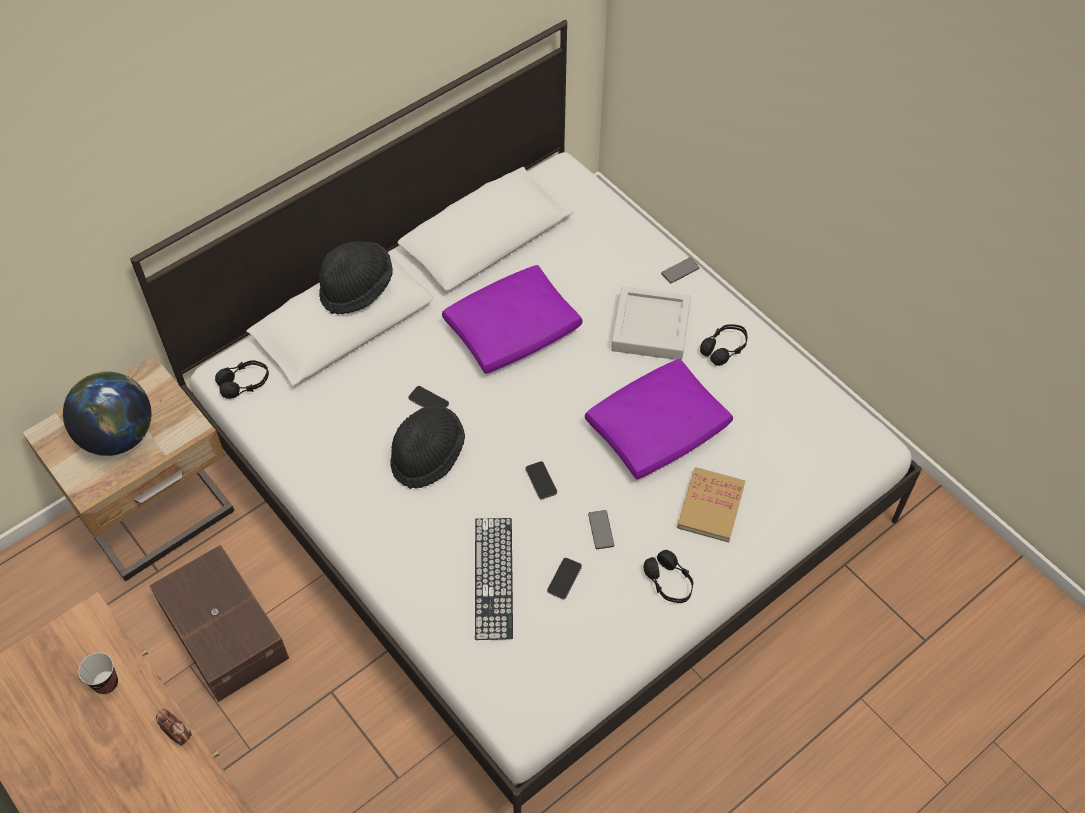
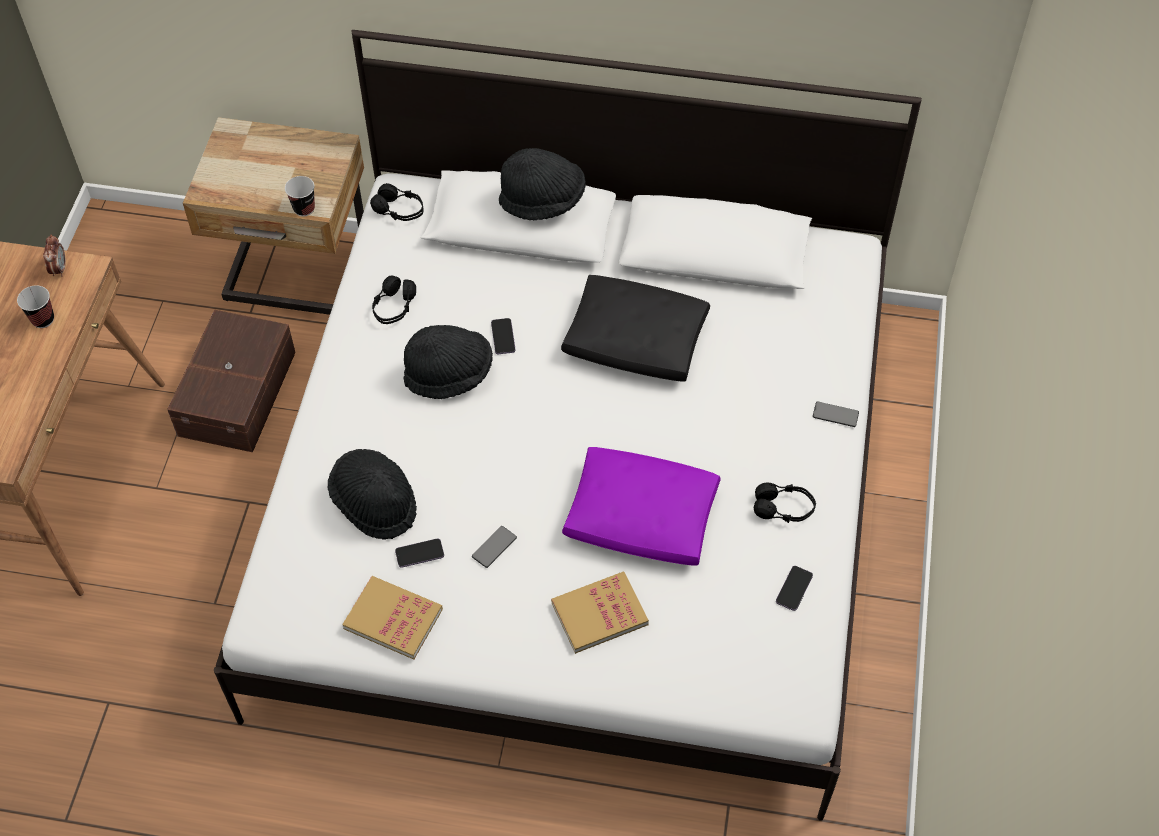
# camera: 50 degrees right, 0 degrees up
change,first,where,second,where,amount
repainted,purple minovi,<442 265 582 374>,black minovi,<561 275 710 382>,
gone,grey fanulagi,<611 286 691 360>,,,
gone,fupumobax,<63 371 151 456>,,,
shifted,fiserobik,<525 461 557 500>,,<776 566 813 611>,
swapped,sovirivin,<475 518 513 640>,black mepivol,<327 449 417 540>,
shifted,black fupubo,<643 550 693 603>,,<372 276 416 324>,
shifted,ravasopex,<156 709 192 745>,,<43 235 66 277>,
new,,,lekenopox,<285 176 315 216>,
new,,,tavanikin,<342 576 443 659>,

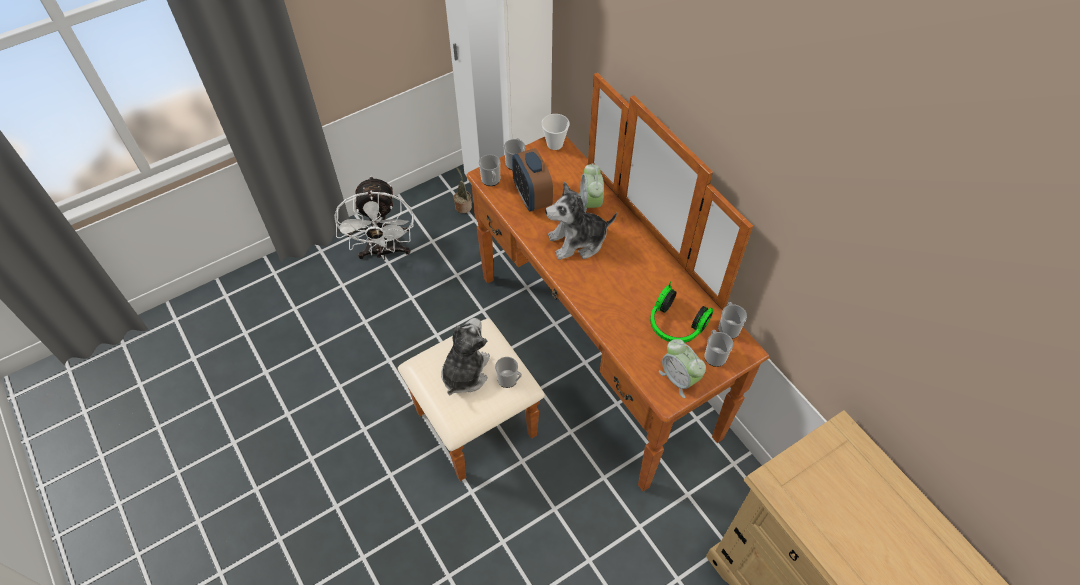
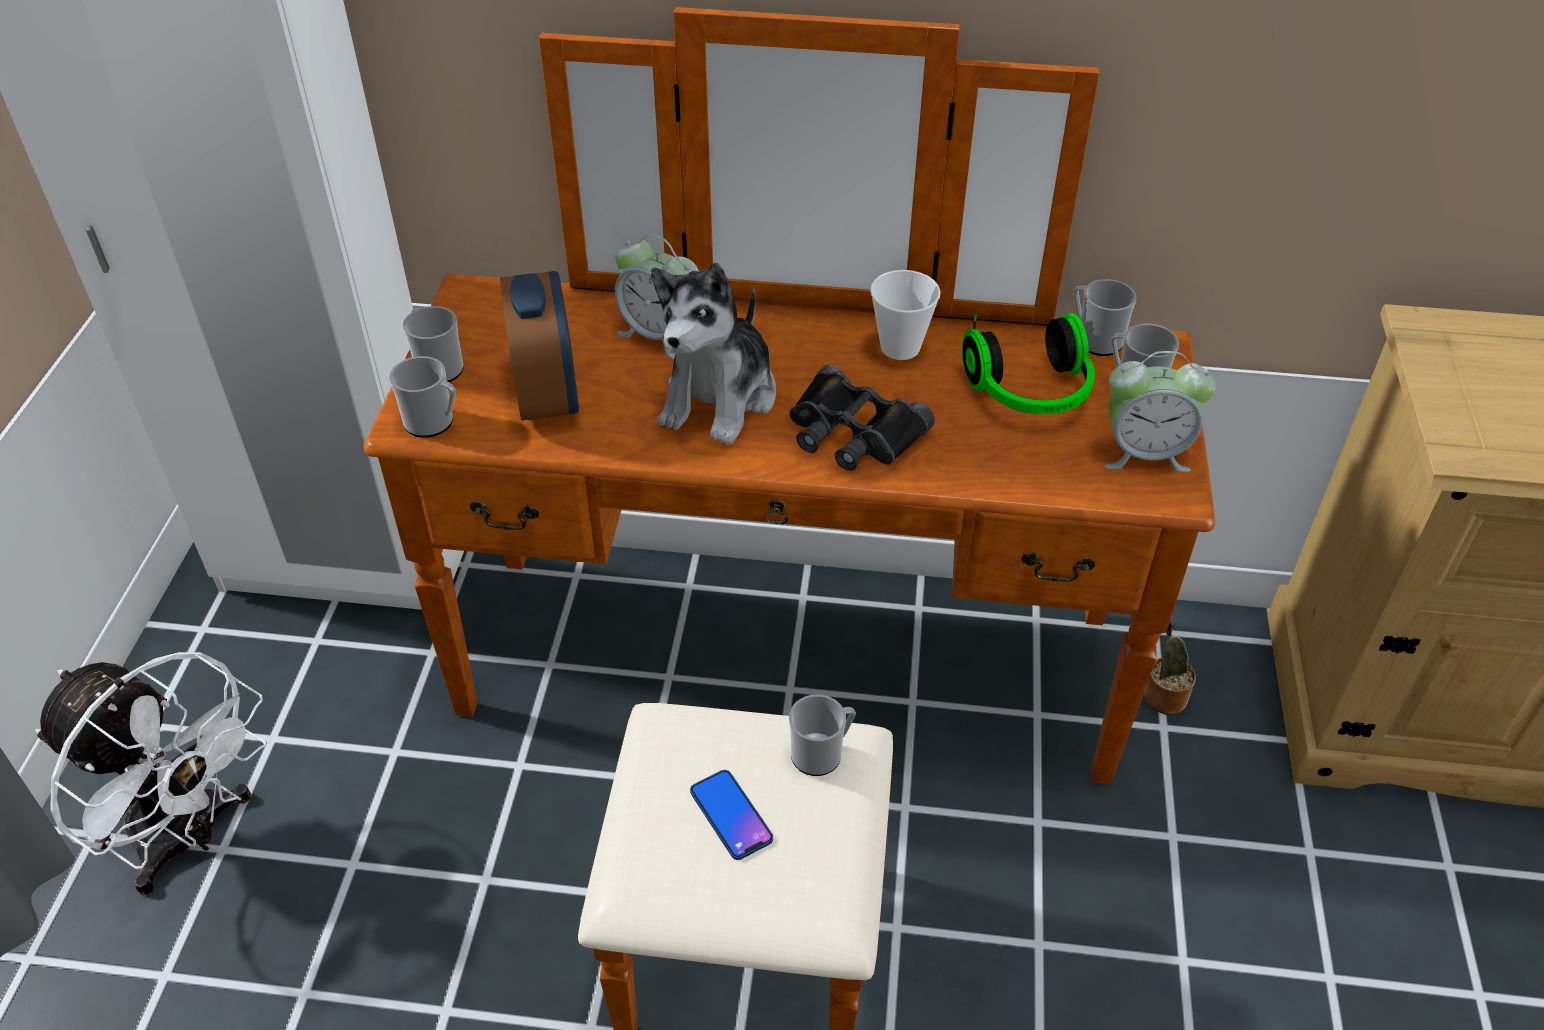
# camera: 50 degrees left, 10 degrees down
change,first,where,second,where,amount
shifted,lekenopox,<541 114 570 150>,,<870 270 940 360>,
rotated,ravasopex,<512 148 553 211>,,<500 271 579 421>,120 degrees counterclockwise
shifted,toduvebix,<454 167 472 213>,,<1144 620 1196 715>,
swapped,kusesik,<441 318 490 395>,fiserobik,<690 770 773 860>,
new,,,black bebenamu,<789 365 935 471>,

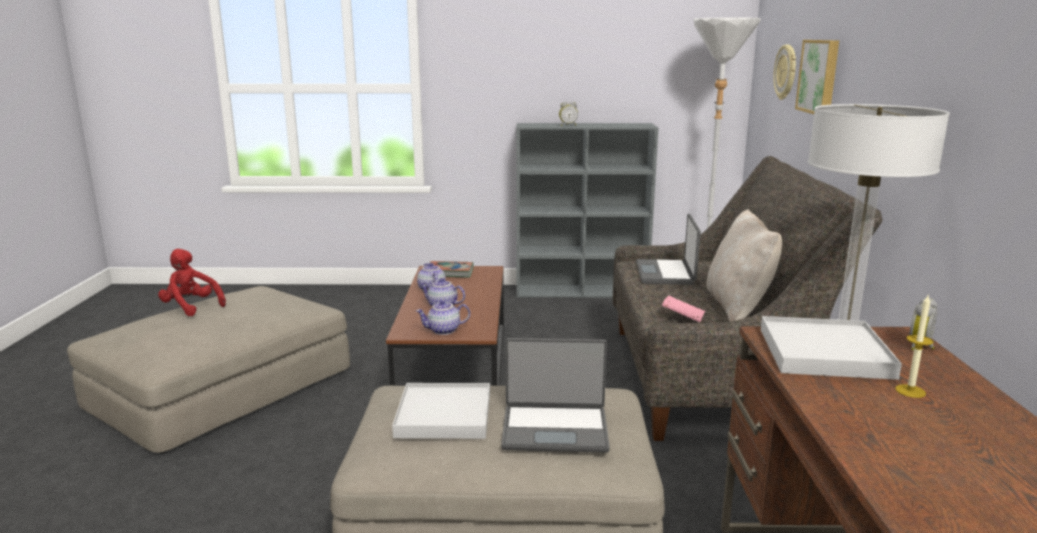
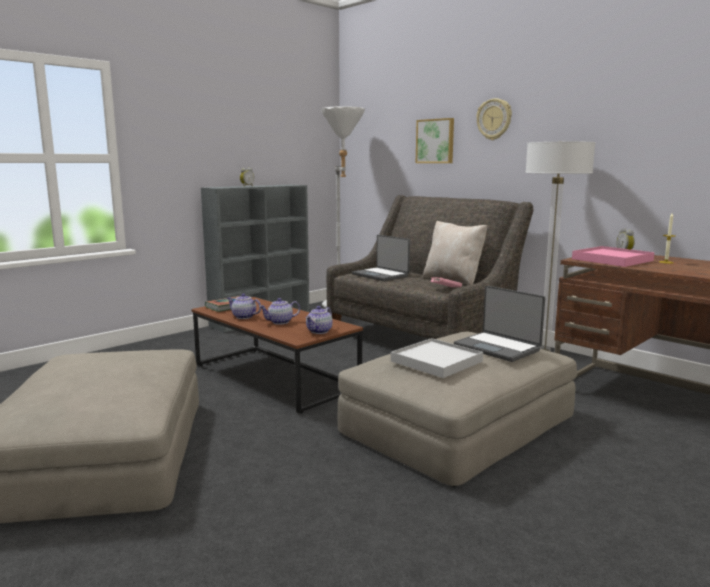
# camera: 45 degrees left, 5 degrees down
change,first,where,second,where,amount
shifted,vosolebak,<773 45 796 100>,,<476 98 512 140>,
gone,red kusesik,<158 249 226 316>,,,
repainted,white fanulagi,<761 316 902 380>,pink fanulagi,<572 246 655 267>,
rotated,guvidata,<501 338 610 452>,,<454 286 545 362>,90 degrees clockwise

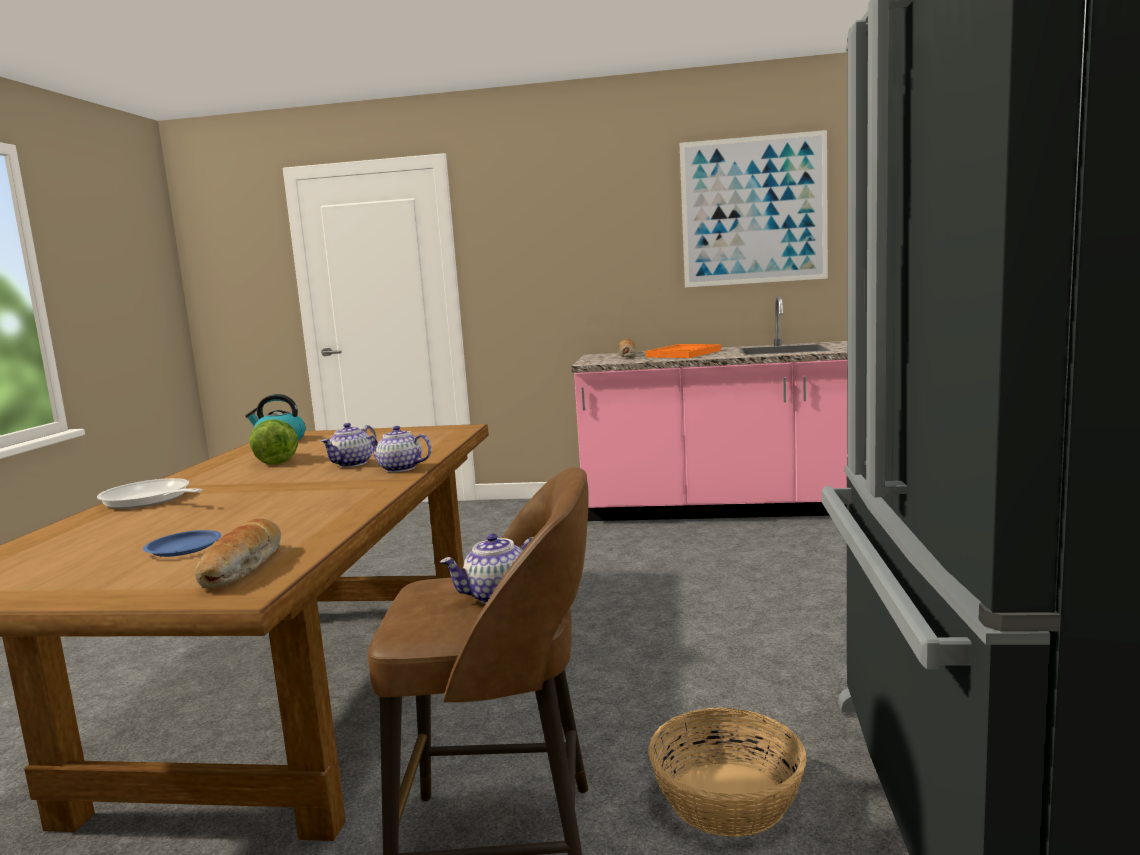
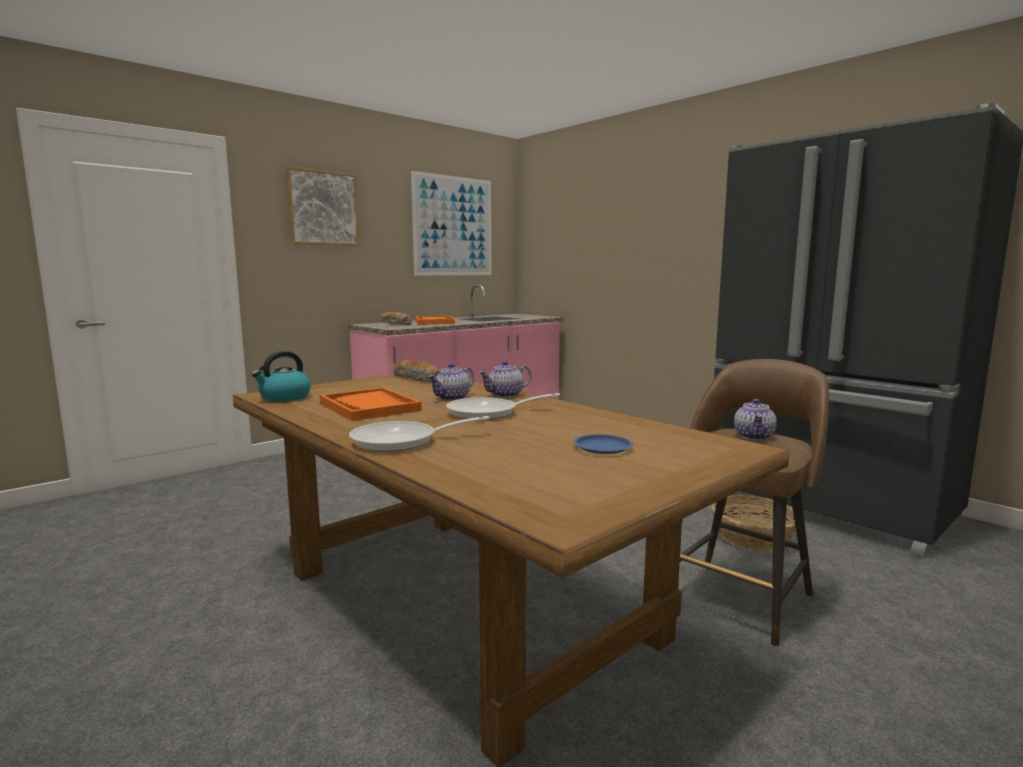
# camera: 50 degrees left, 0 degrees up
change,first,where,second,where,amount
swapped,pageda,<250 419 298 465>,orange fanulagi,<320 387 422 421>,
rotated,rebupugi,<320 423 377 467>,,<428 363 474 401>,60 degrees clockwise
shifted,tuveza,<195 519 281 588>,,<393 359 440 382>,
new,,,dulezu,<285 166 360 246>,
new,,,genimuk,<446 393 560 420>,

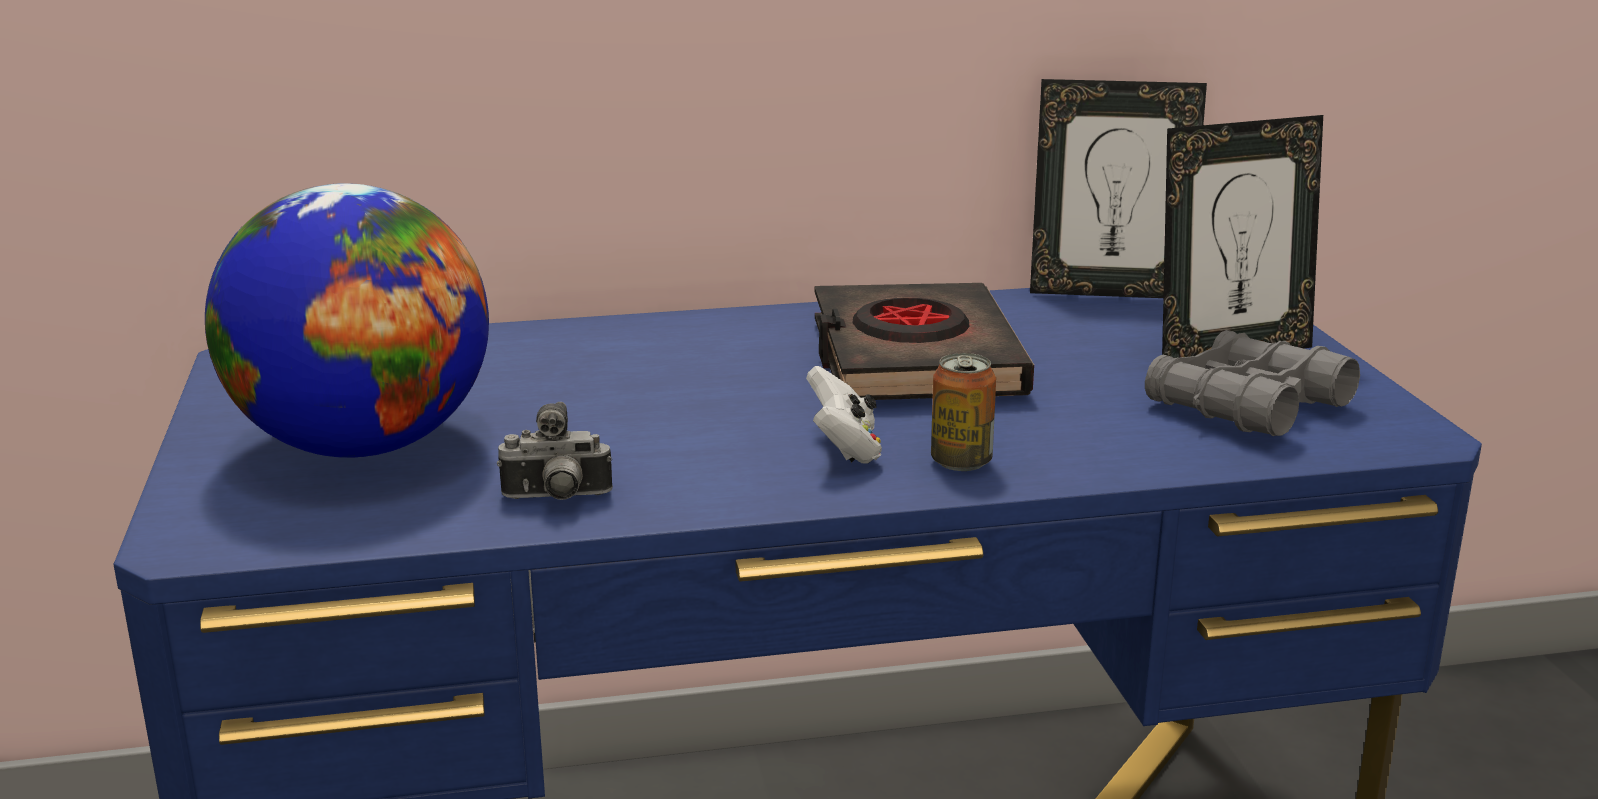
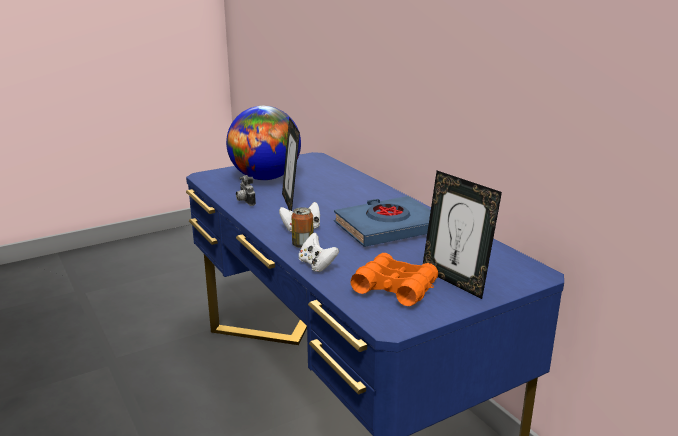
# camera: 70 degrees right, 0 degrees up
change,first,where,second,where,amount
shifted,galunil,<1030 79 1207 298>,,<282 117 300 211>,
repainted,black tavanikin,<815 283 1034 400>,blue tavanikin,<334 196 431 247>,
repainted,grey bebenamu,<1145 330 1360 436>,orange bebenamu,<351 253 438 306>,
new,,,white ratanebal,<299 233 339 272>,

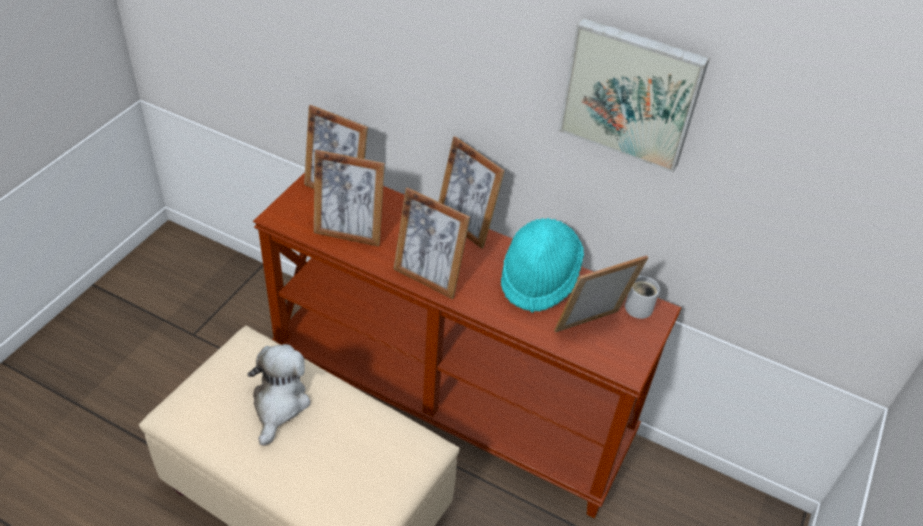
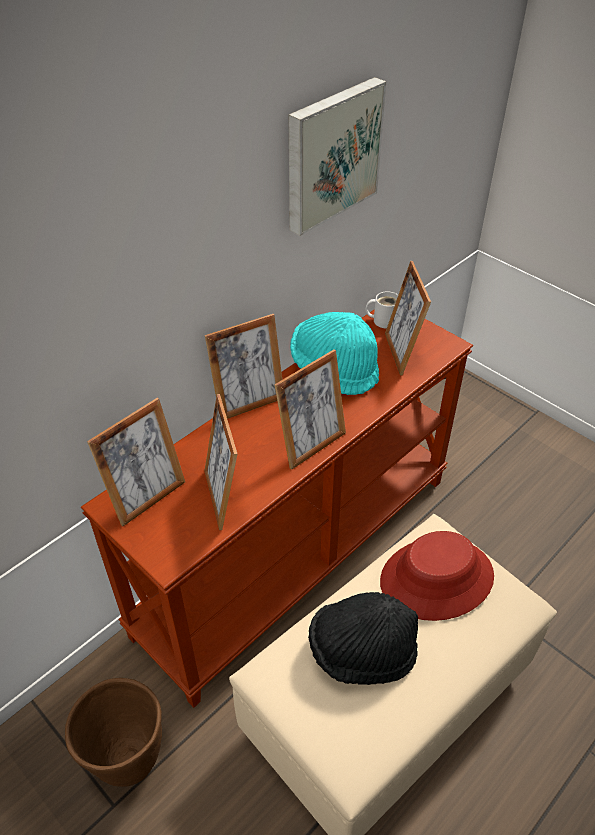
# camera: 70 degrees left, 0 degrees up
change,first,where,second,where,amount
rotated,galunil,<314 150 385 247>,,<204 394 237 530>,135 degrees clockwise
swapped,kusesik,<247 344 310 446>,black mepivol,<308 592 418 685>,
new,,,red mepivol,<380 531 494 621>,
new,,,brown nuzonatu,<65 678 162 787>,

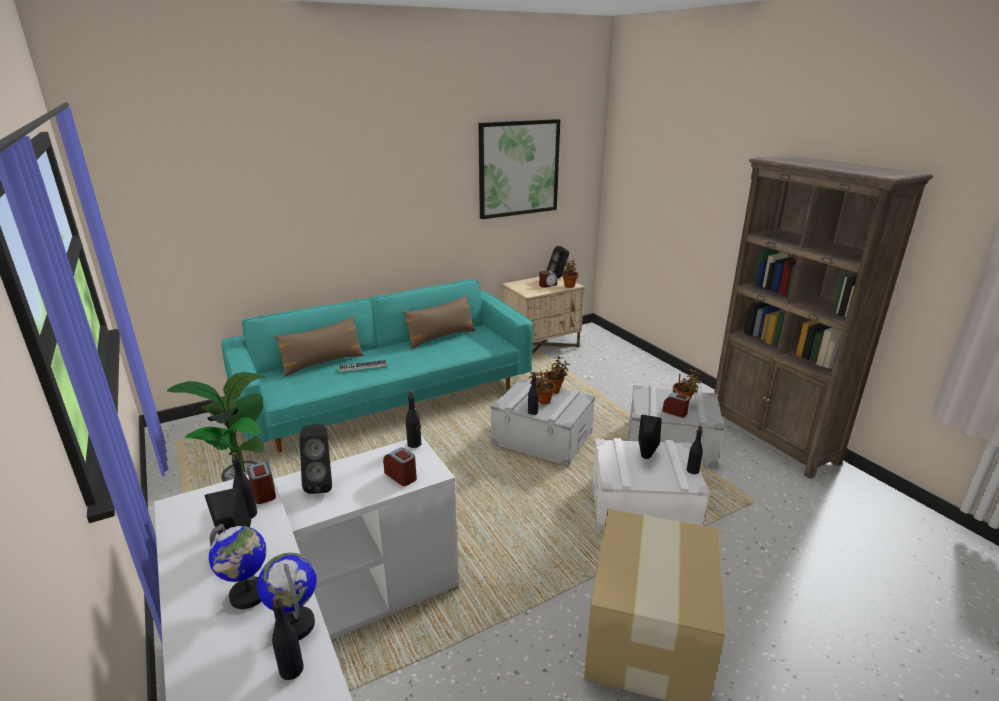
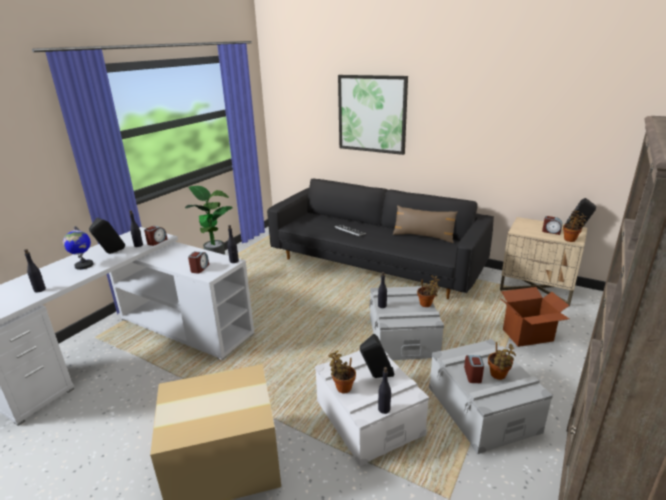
# camera: 60 degrees right, 0 degrees up
change,first,where,second,where,amount
shifted,dulezu,<479 119 560 219>,,<338 75 408 155>,
repainted,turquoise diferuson,<221 279 533 452>,black diferuson,<267 179 494 299>,
gone,brown minovi,<275 316 364 377>,,,
shifted,toduvebix,<529 369 555 404>,,<328 350 356 393>,
gone,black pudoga,<299 424 332 494>,,,
gone,fupumobax,<257 553 317 640>,,,
new,,,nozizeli,<500 287 569 347>,

